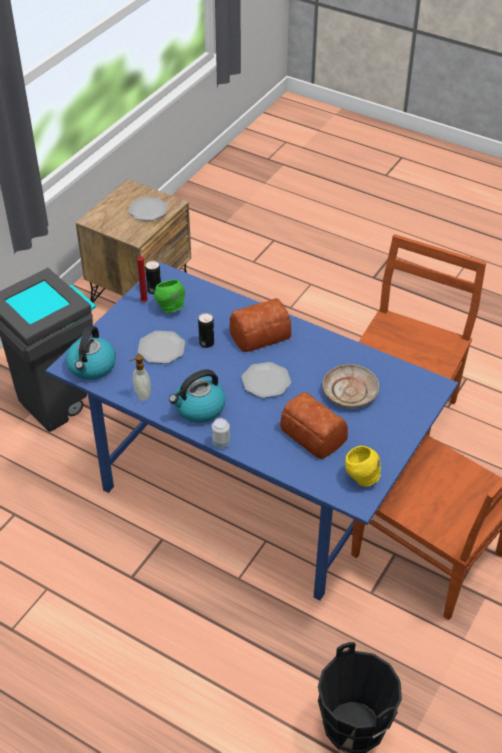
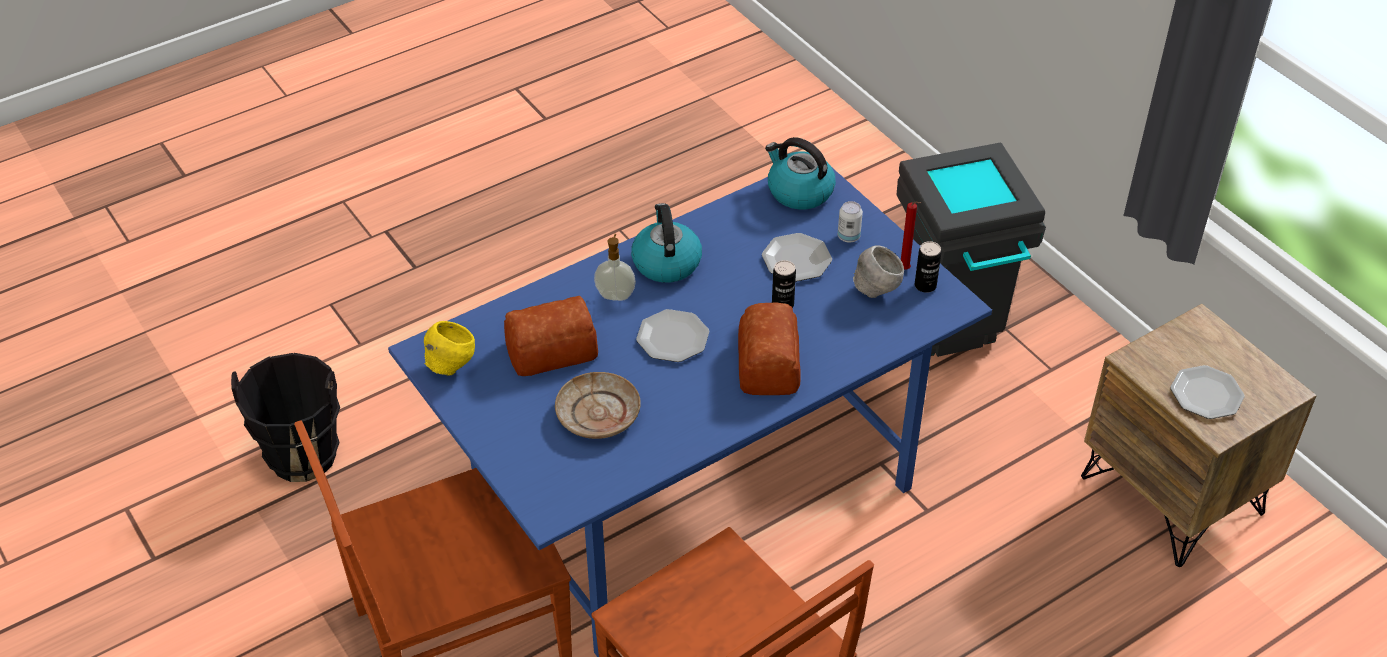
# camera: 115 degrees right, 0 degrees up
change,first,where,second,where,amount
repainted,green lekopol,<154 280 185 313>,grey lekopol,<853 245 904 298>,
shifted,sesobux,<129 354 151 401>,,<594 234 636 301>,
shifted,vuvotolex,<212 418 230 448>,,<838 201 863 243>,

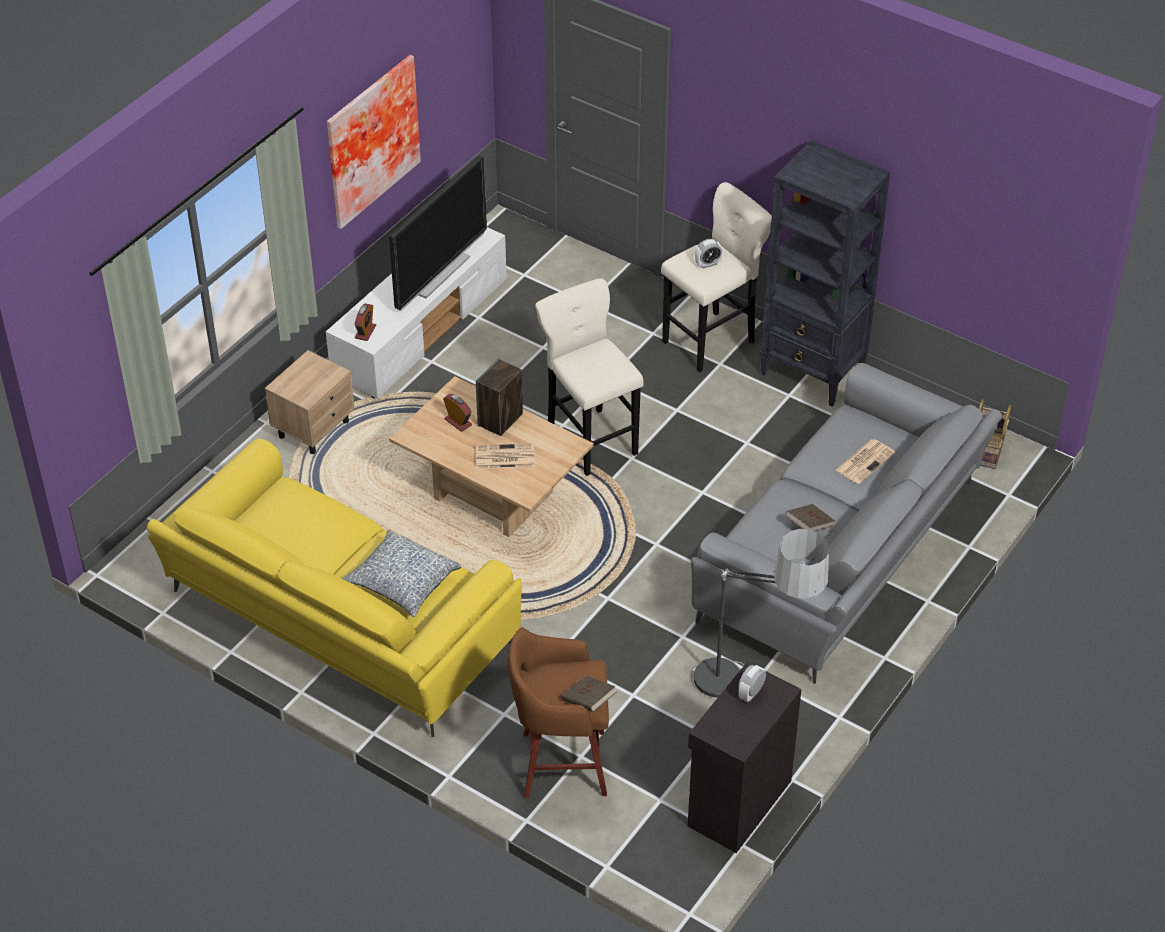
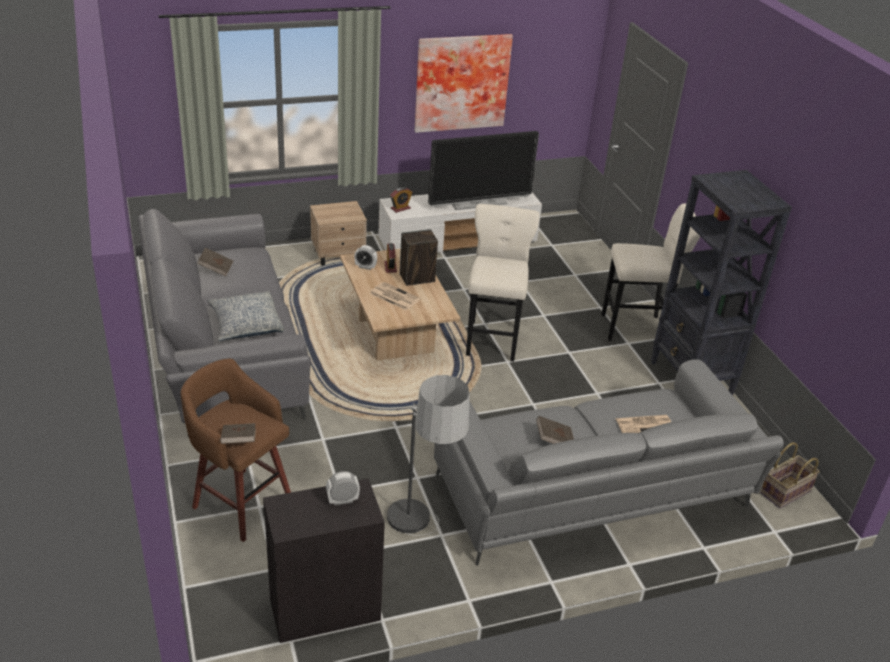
# camera: 35 degrees right, 10 degrees down
change,first,where,second,where,amount
shifted,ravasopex,<695 239 723 268>,,<354 245 377 270>,
repainted,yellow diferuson,<147 439 522 737>,grey diferuson,<138 209 311 438>,
new,,,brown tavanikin,<197 248 234 277>,

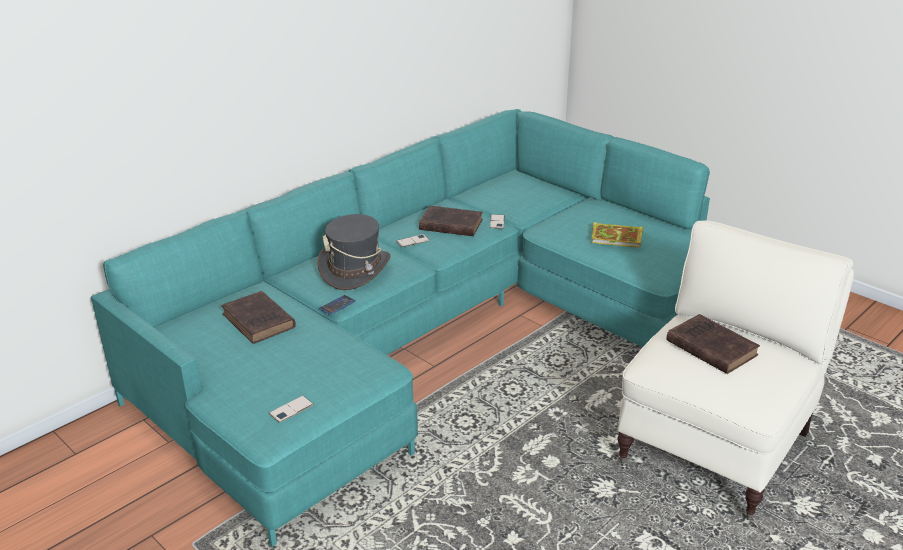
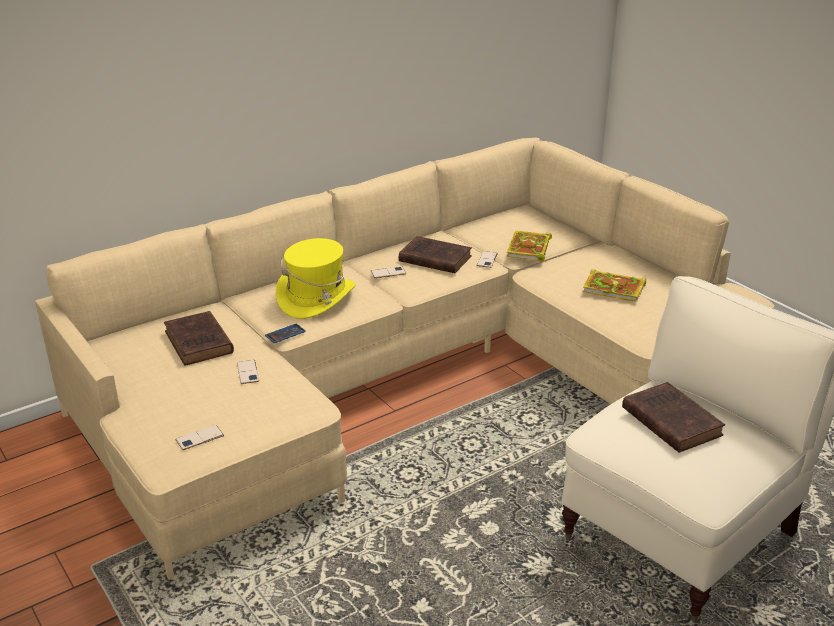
# camera: 10 degrees right, 0 degrees up
change,first,where,second,where,amount
repainted,turquoise diferuson,<91 109 710 547>,beige diferuson,<35 137 775 580>,
repainted,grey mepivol,<317 214 391 290>,yellow mepivol,<276 238 356 319>,
new,,,tavanikin,<507 231 552 262>,
new,,,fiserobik,<237 360 259 384>,

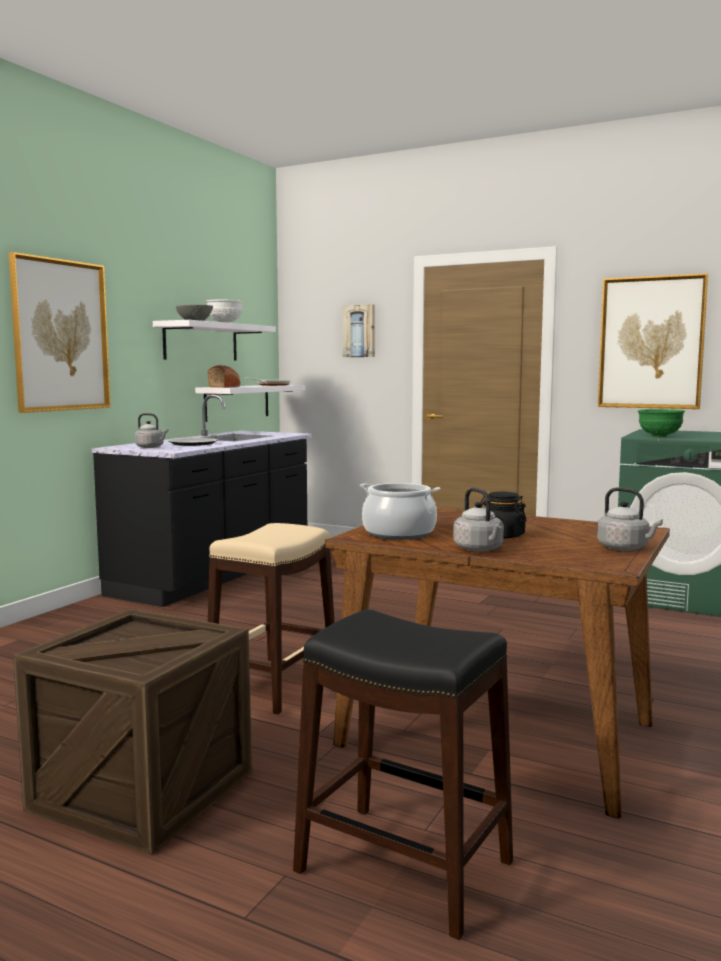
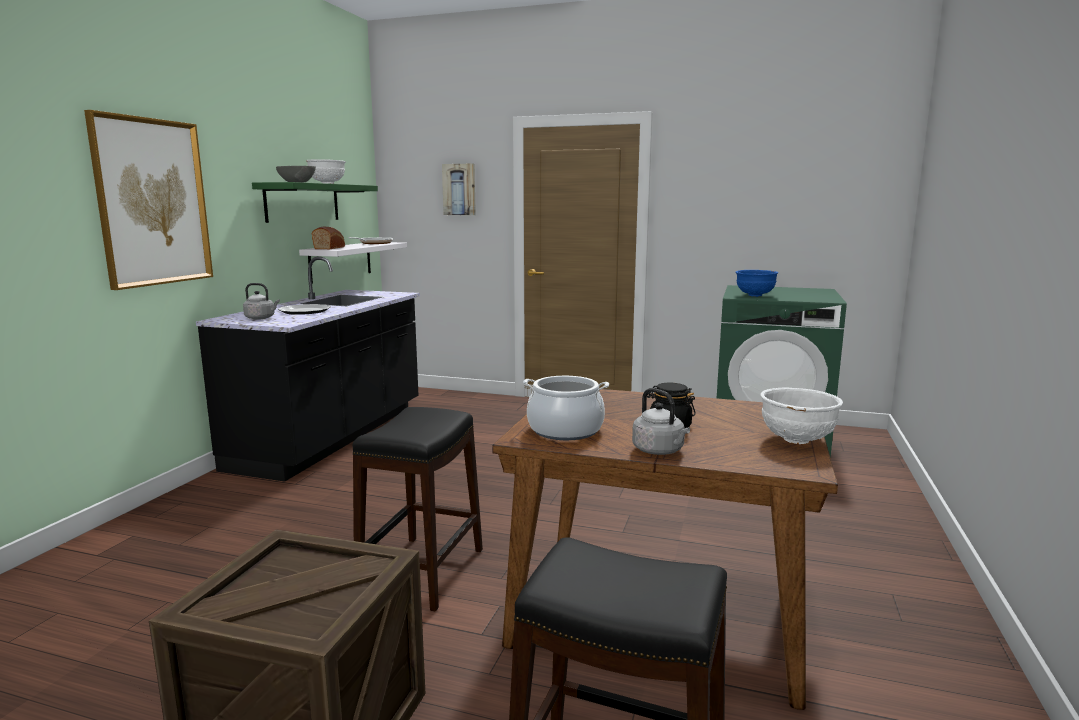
# camera: 10 degrees left, 5 degrees up
change,first,where,second,where,amount
gone,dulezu,<598 273 708 409>,,,
repainted,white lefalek,<153 320 276 361>,green lefalek,<252 182 378 223>,
repainted,green lekopol,<637 409 685 437>,blue lekopol,<736 270 778 297>,
swapped,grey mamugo,<597 487 663 551>,white lekopol,<760 387 843 444>,
repainted,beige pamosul,<208 523 335 714>,black pamosul,<353 407 483 612>,

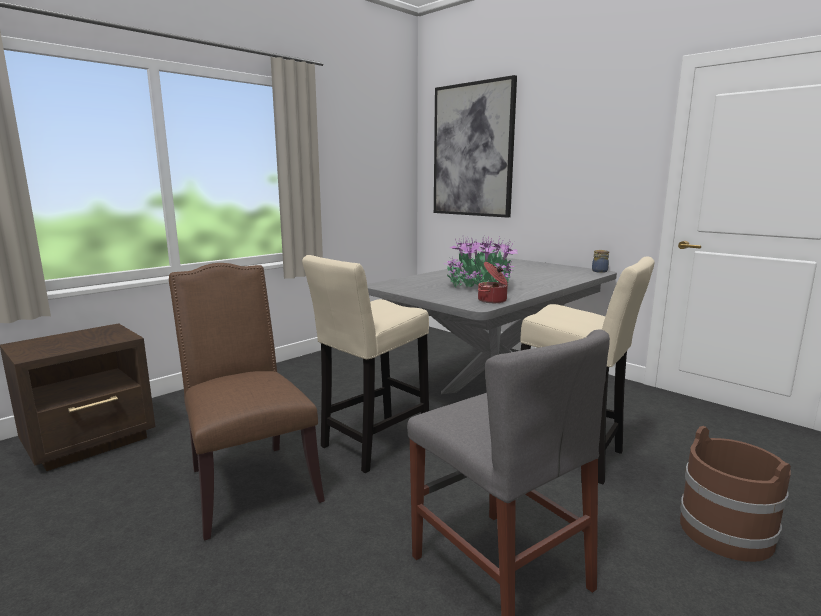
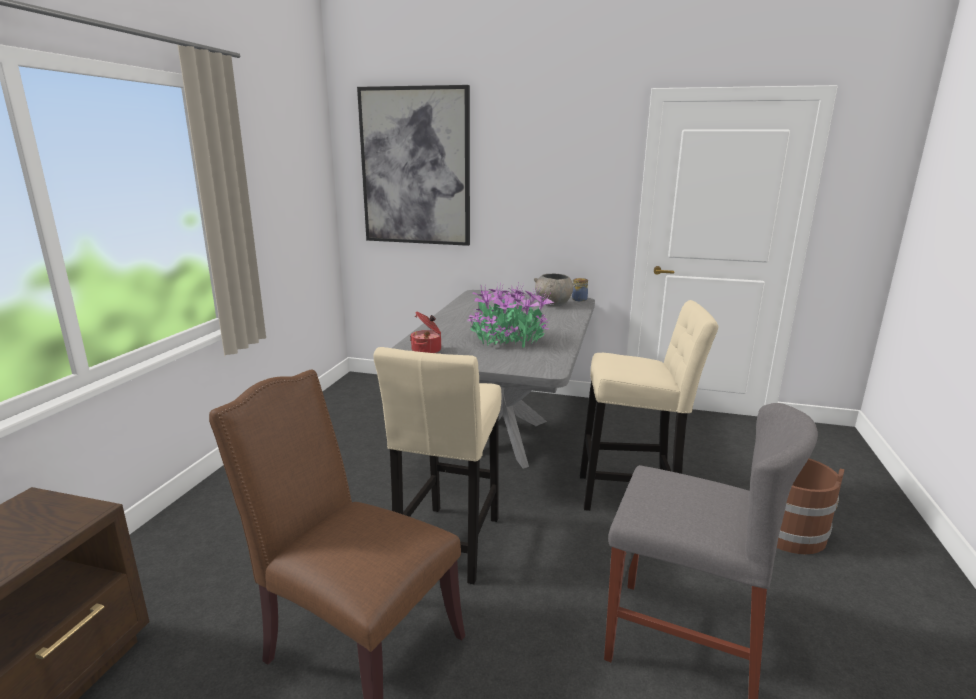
# camera: 30 degrees left, 5 degrees up
change,first,where,second,where,amount
shifted,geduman,<478 262 508 303>,,<410 311 441 353>,
new,,,grey lekopol,<534 274 573 307>,

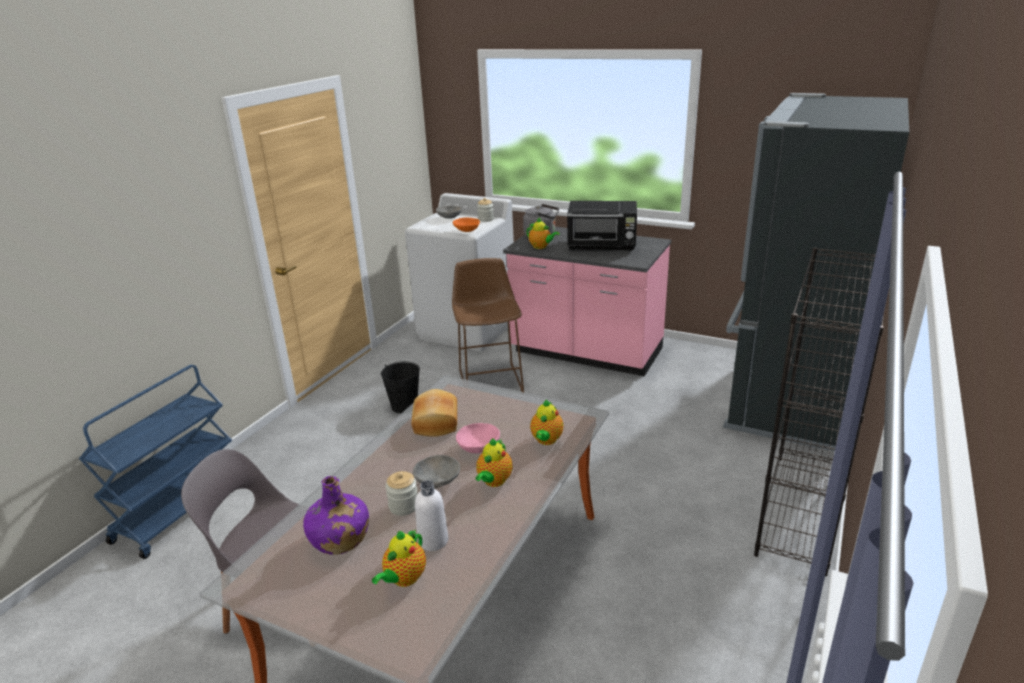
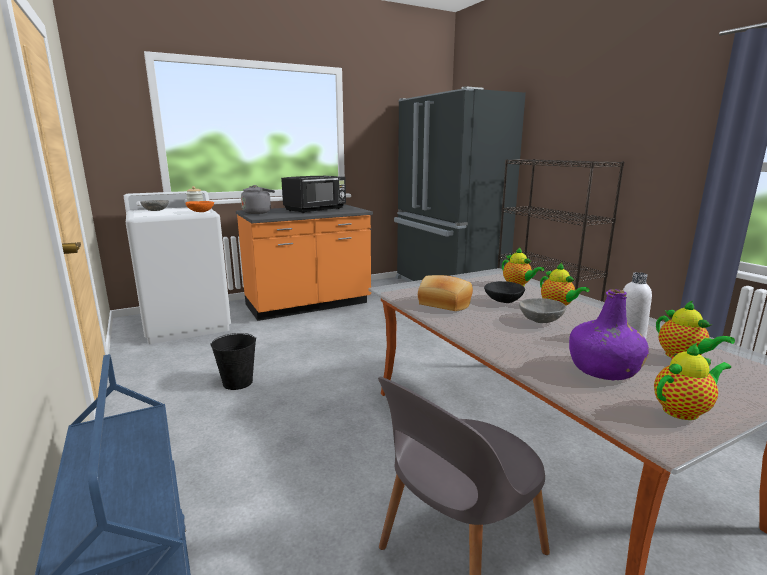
# camera: 55 degrees left, 10 degrees down
change,first,where,second,where,amount
shifted,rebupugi,<526 217 560 249>,,<654 343 731 420>,
repainted,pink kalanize,<503 227 671 376>,orange kalanize,<236 204 373 321>,
gone,brown pamosul,<452 258 524 392>,,,
repainted,pink lekopol,<456 423 500 453>,black lekopol,<484 281 525 303>,
gone,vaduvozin,<385 471 418 516>,,,

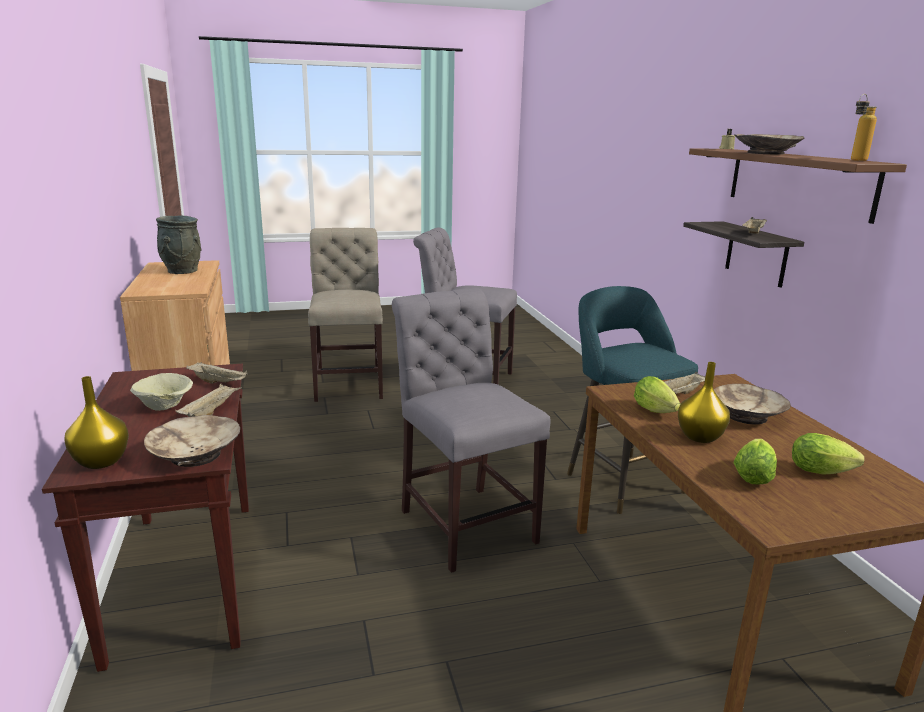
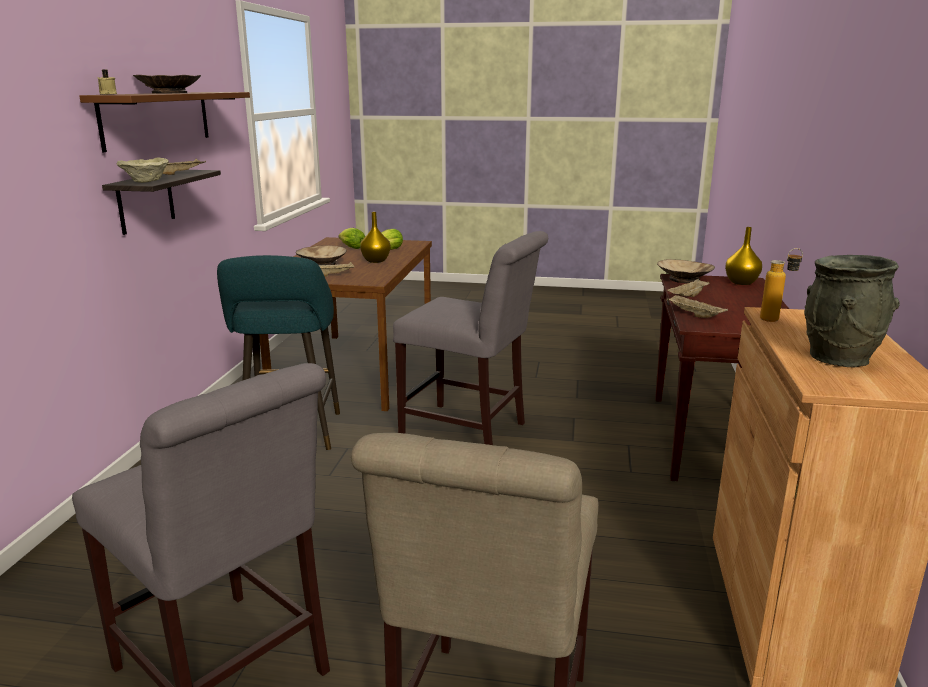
# camera: 155 degrees left, 0 degrees up
change,first,where,second,where,amount
shifted,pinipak,<851 94 877 161>,,<760 248 803 322>,
rotated,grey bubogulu,<392 288 551 573>,,<393 231 548 445>,60 degrees counterclockwise
shifted,beige lekopol,<130 373 193 411>,,<116 157 169 183>,
gone,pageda,<634 376 680 413>,,,

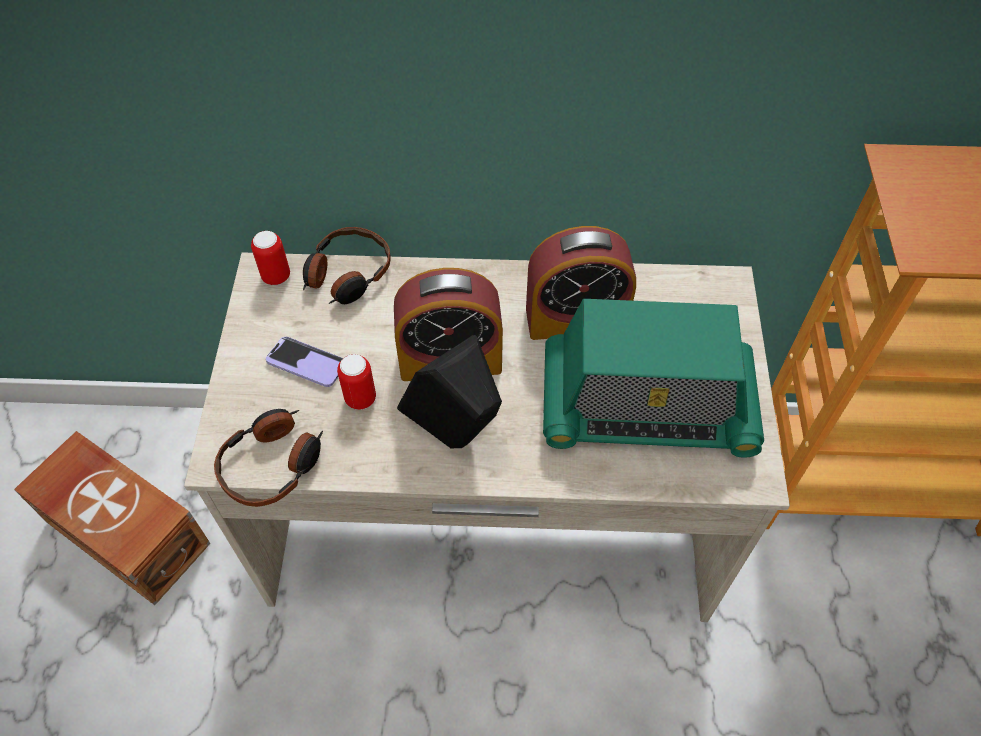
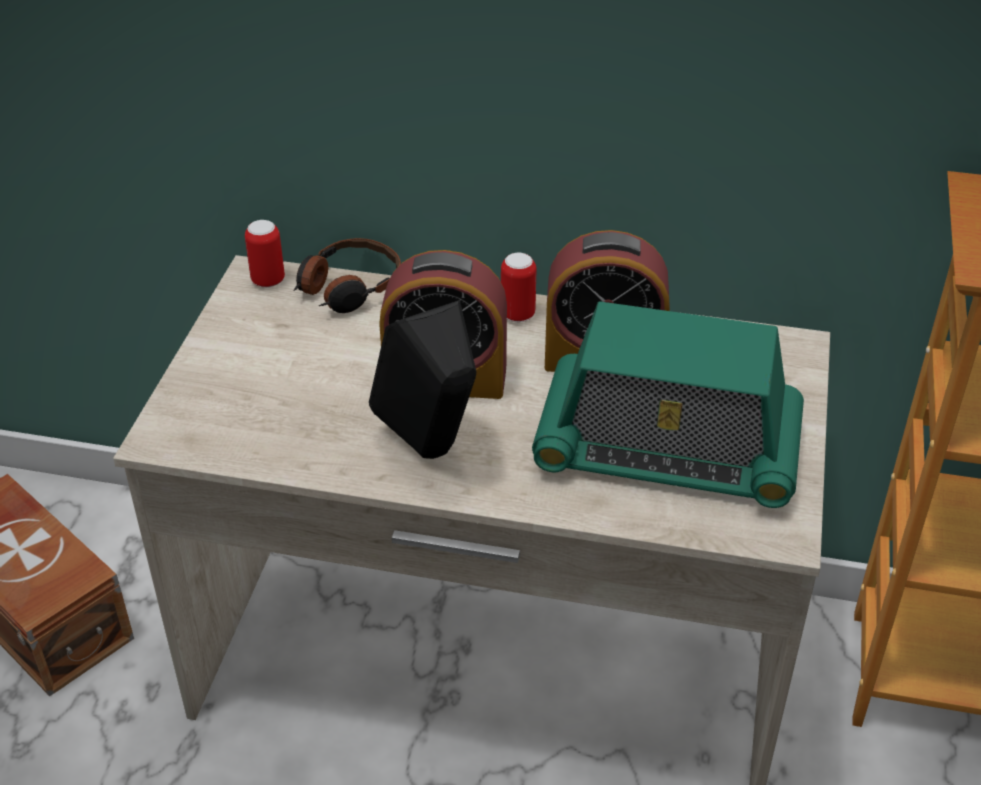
# camera: 10 degrees right, 15 degrees down
change,first,where,second,where,amount
gone,fiserobik,<266 337 343 387>,,,
shifted,vuvotolex,<337 354 376 410>,,<501 253 537 322>,
gone,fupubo,<214 409 323 507>,,,

